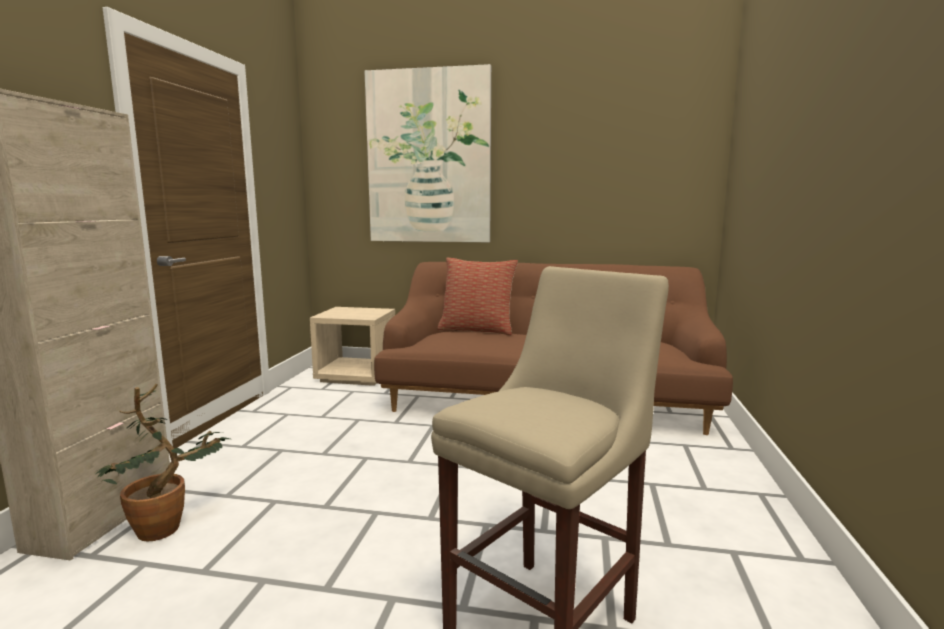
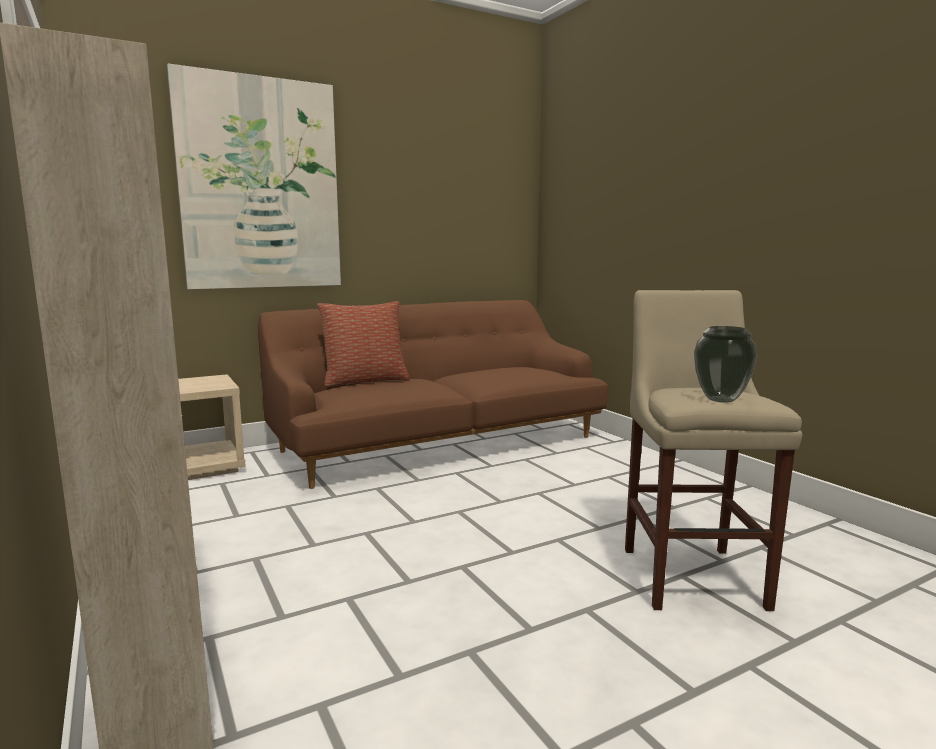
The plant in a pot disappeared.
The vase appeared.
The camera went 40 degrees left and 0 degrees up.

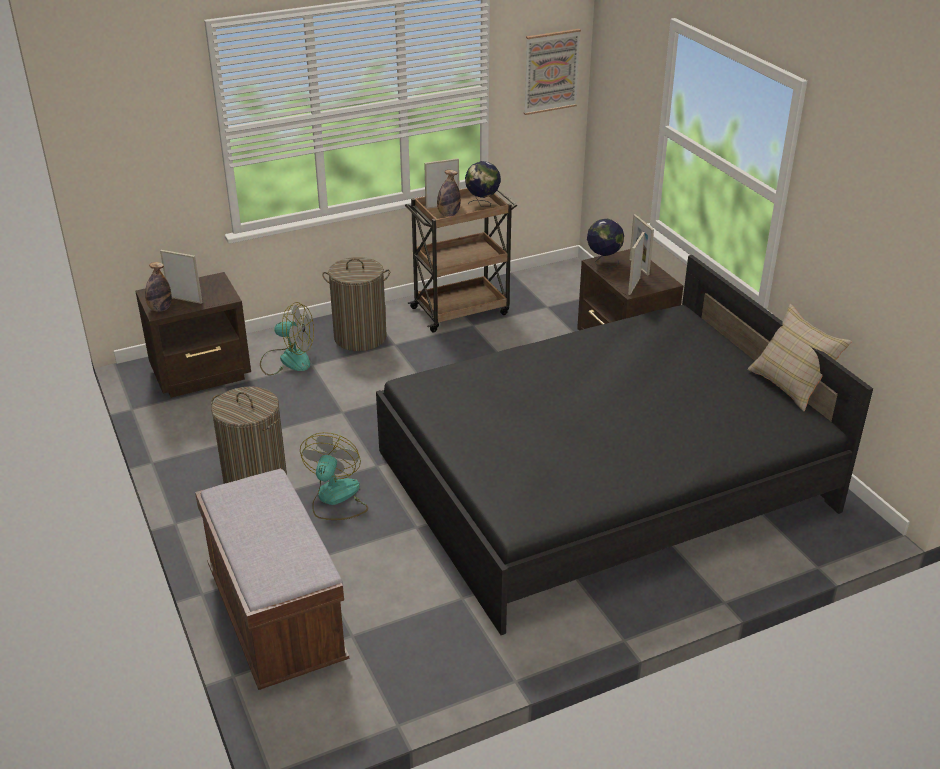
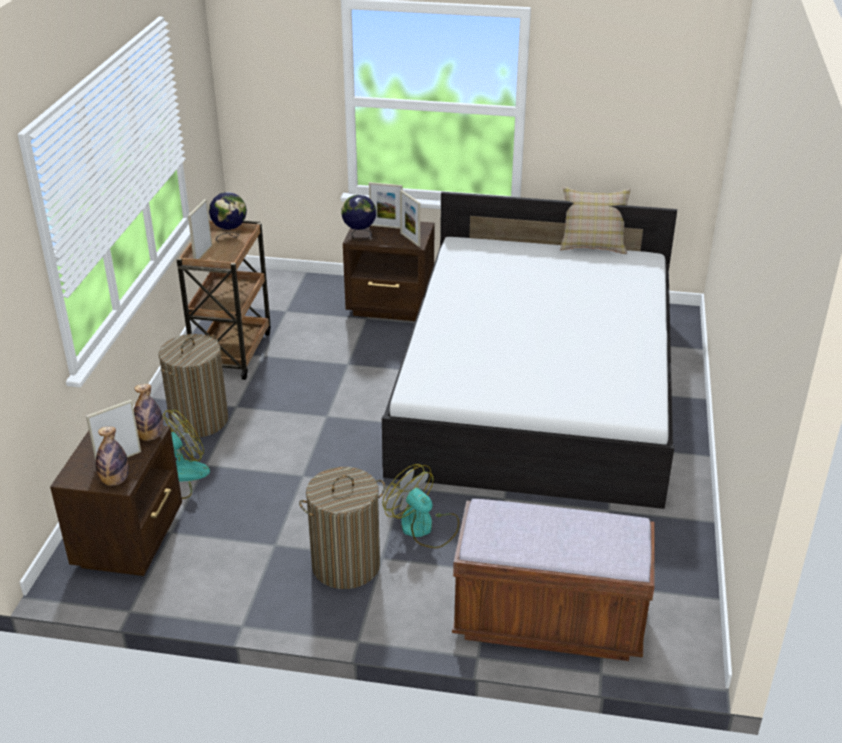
The black-coloured bedroom bed became the whitish bedroom bed.
The drink bottle (no. 2 from left) moved.
The wall art disappeared.
The camera went 55 degrees left and 0 degrees up.

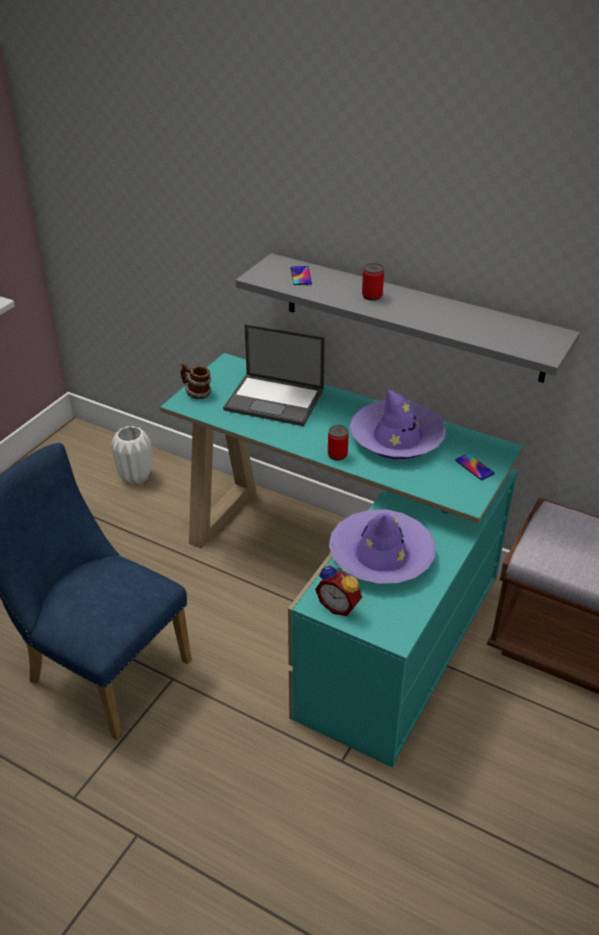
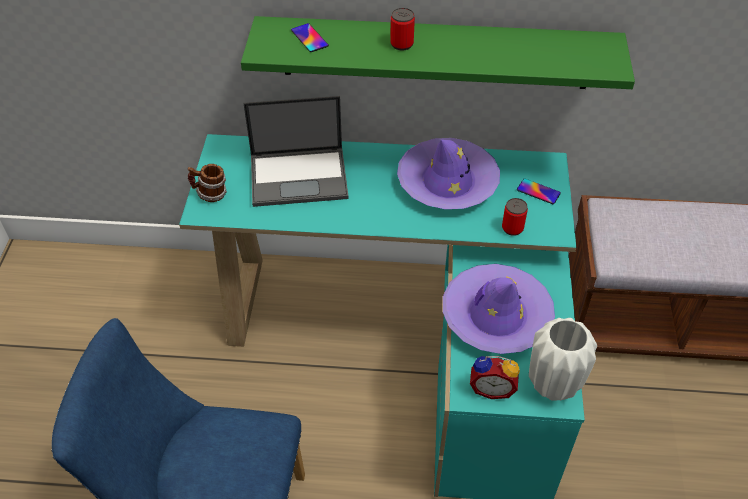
The whitish vase moved.
The greyish wall shelf became the green-coloured wall shelf.
The metal can (no. 1 from left in the first image) moved.
The camera went 25 degrees left and 10 degrees up.

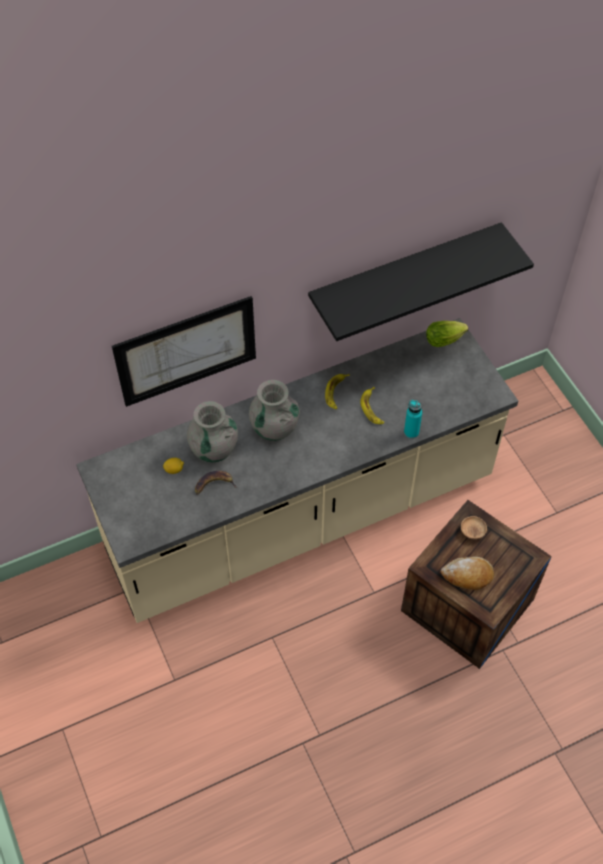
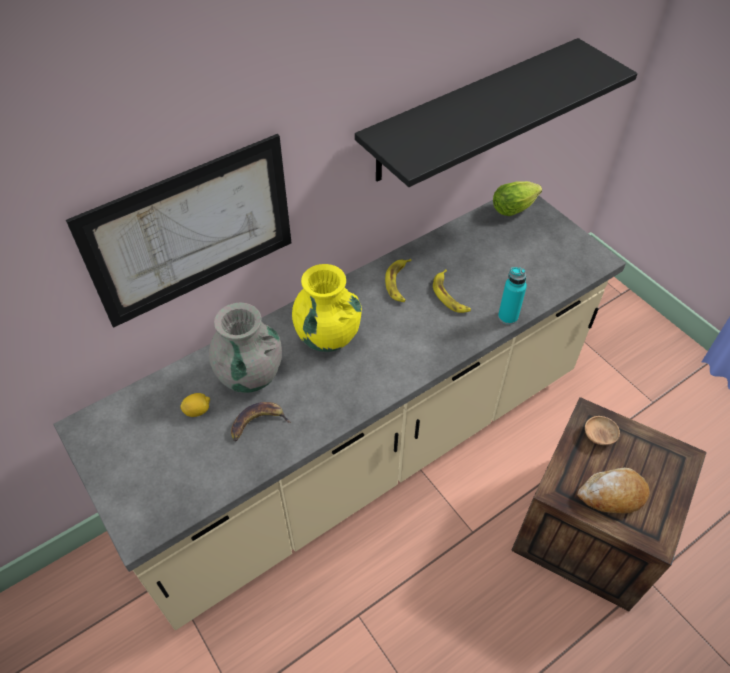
The greyish vase (no. 2 from left) became the yellowish vase.
The camera went 10 degrees left and 5 degrees down.

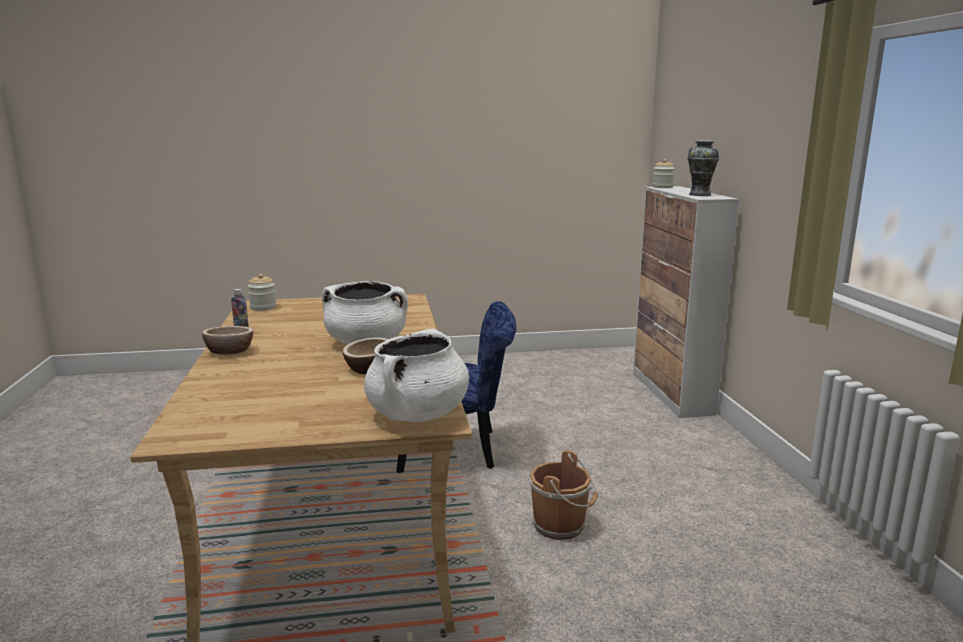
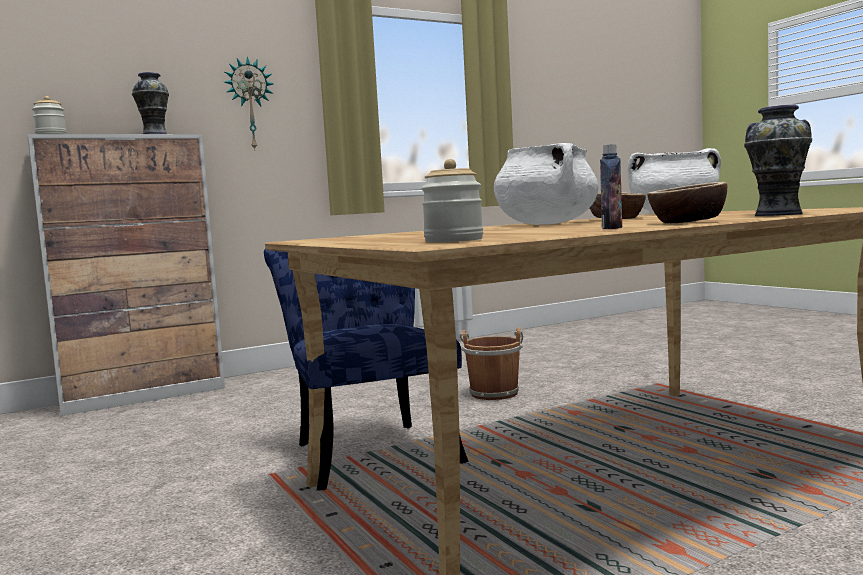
The hanging clock appeared.
The vase (no. 2 from left) appeared.
The camera went 110 degrees left and 10 degrees down.

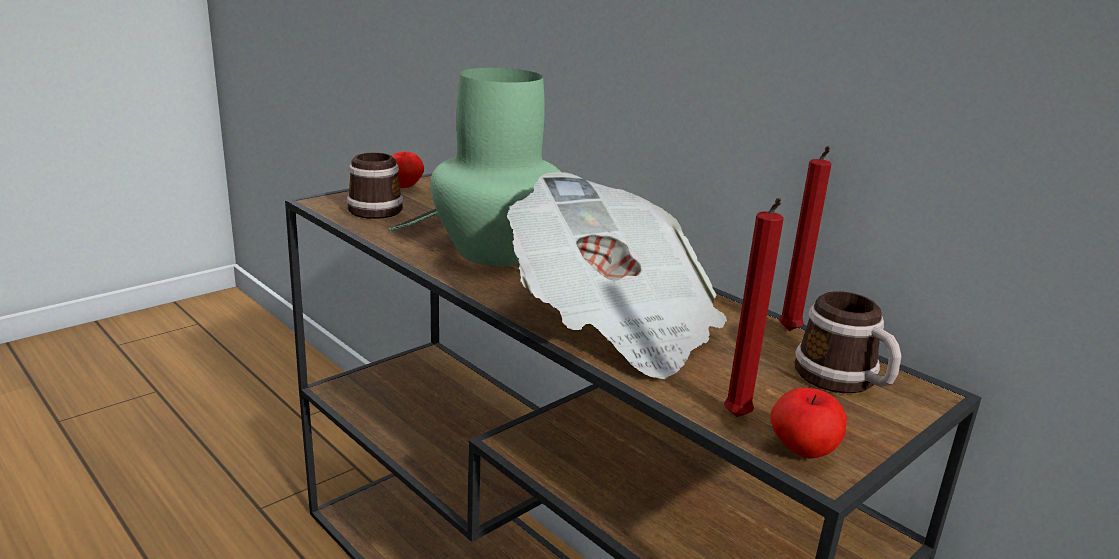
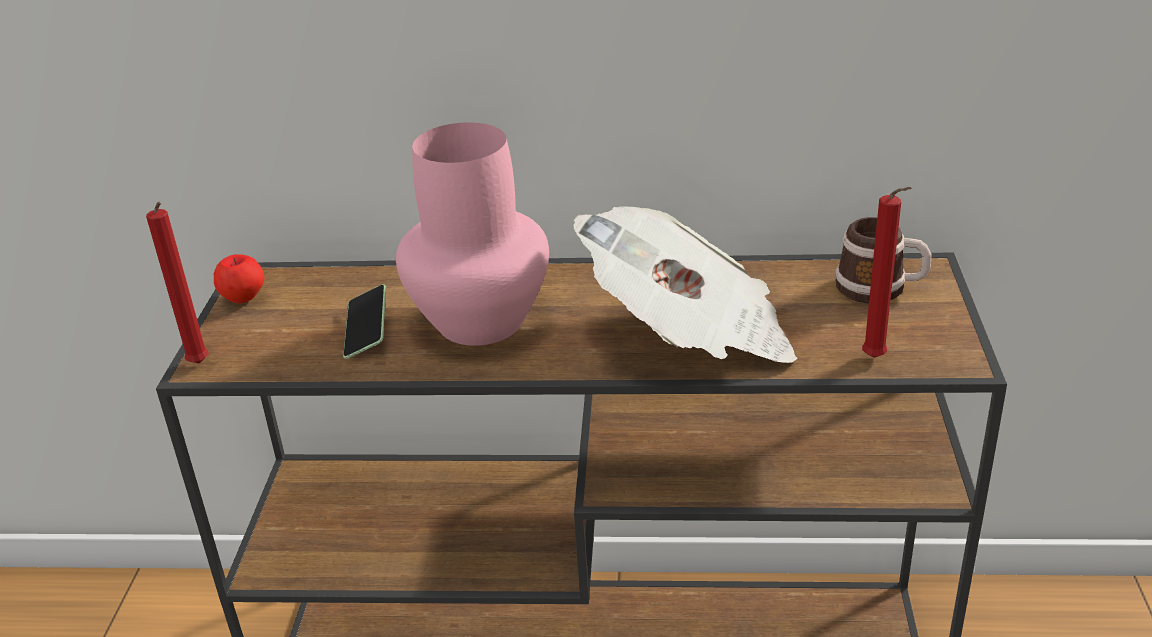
The tea mug (no. 1 from left) disappeared.
The green-coloured vase became the pink-coloured vase.
The apple fruit (no. 2 from left) disappeared.
The red-coloured wax light (no. 2 from left in the first image) moved.
The camera went 40 degrees left and 10 degrees up.

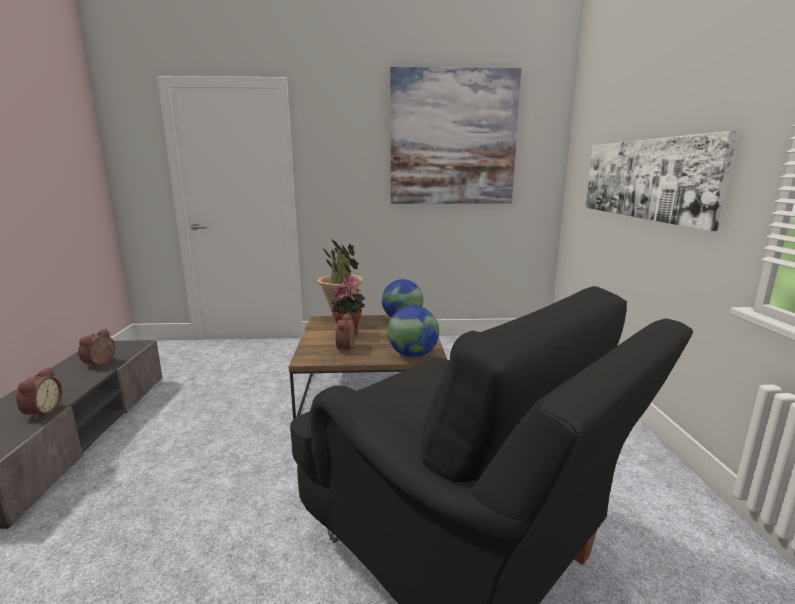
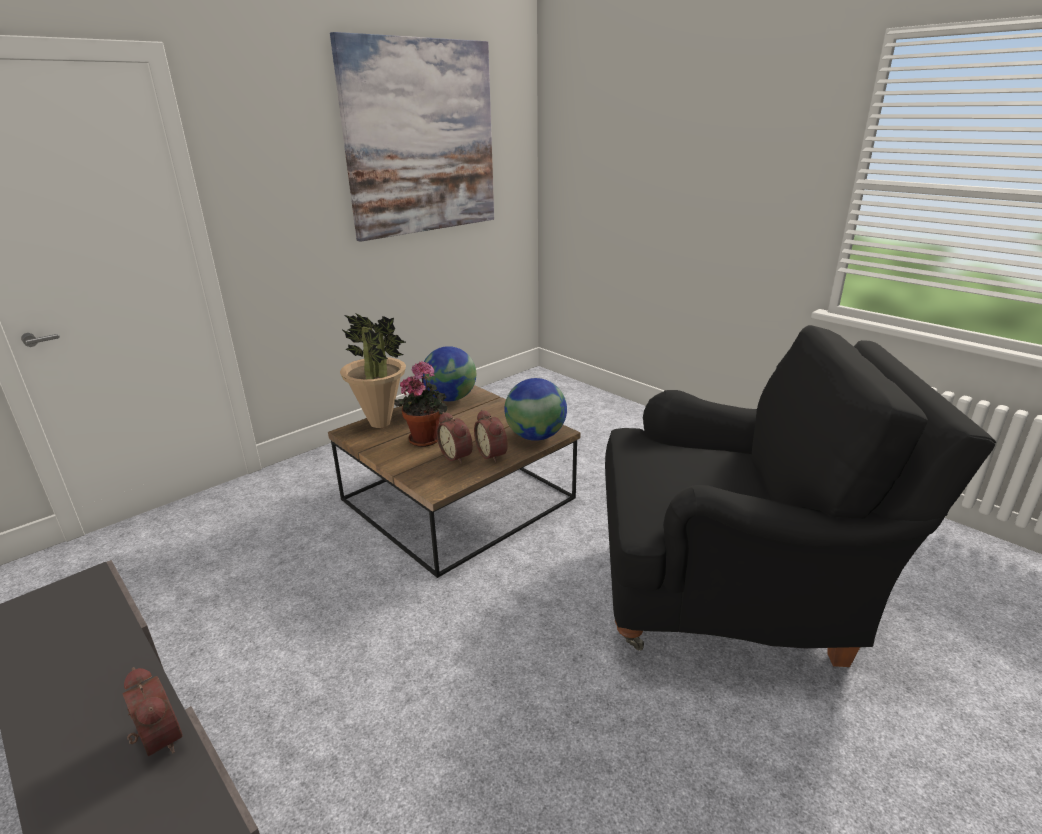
The bedside clock (no. 2 from left in the first image) moved.
The wall art (no. 2 from left) disappeared.
The camera went 40 degrees left and 10 degrees up.

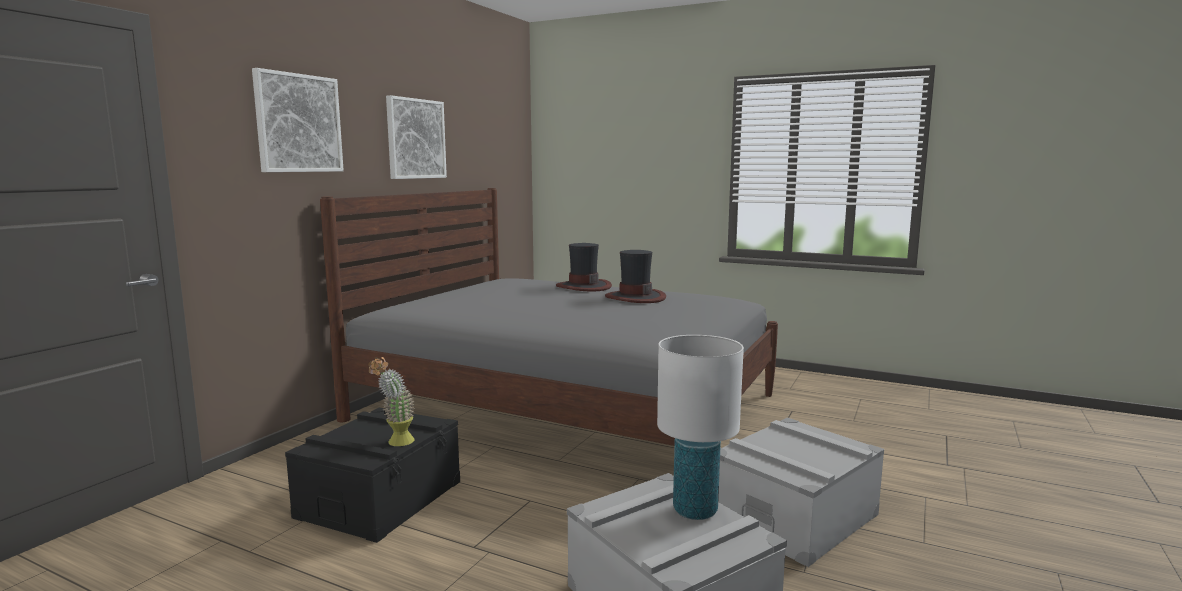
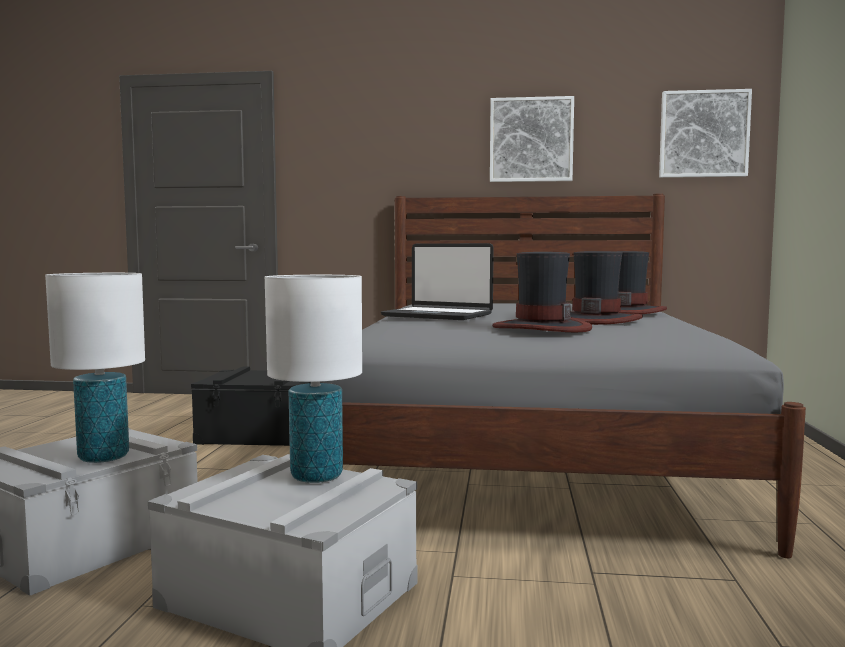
The wall art (no. 1 from left in the first image) moved.
The plant in a pot disappeared.
The whitish tabletop lamp (no. 2 from left) appeared.
The laptop appeared.
The clothing hat (no. 1 from left) appeared.
The camera went 70 degrees right and 5 degrees down.

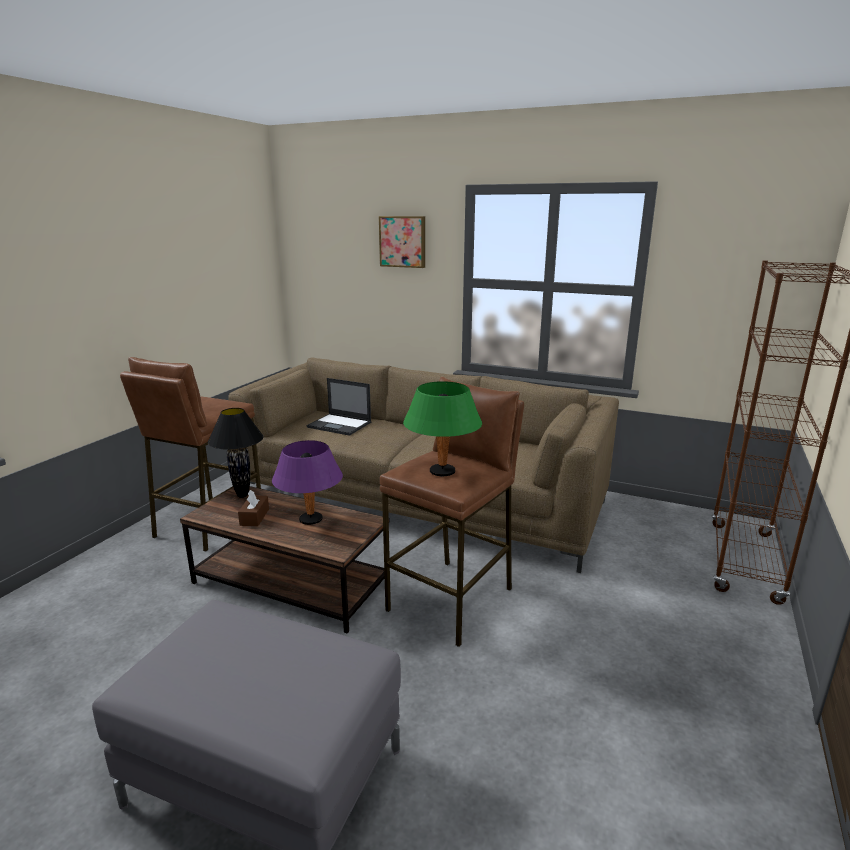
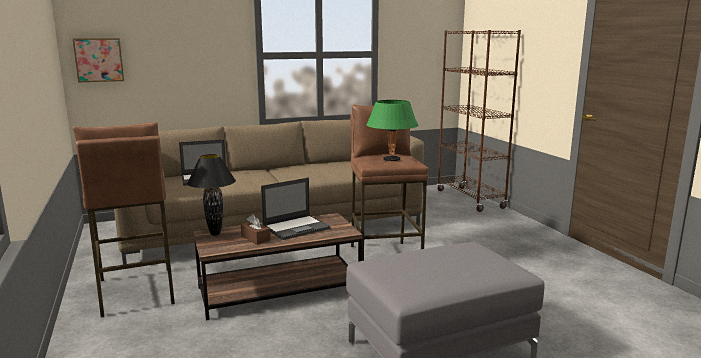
The purplish tabletop lamp was replaced by the laptop (no. 2 from left).
The wall art moved.
The camera went 45 degrees left and 5 degrees down.

